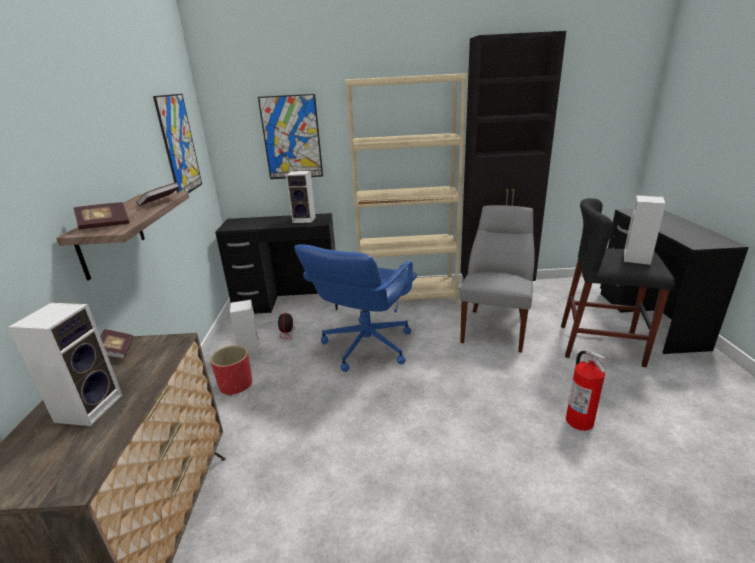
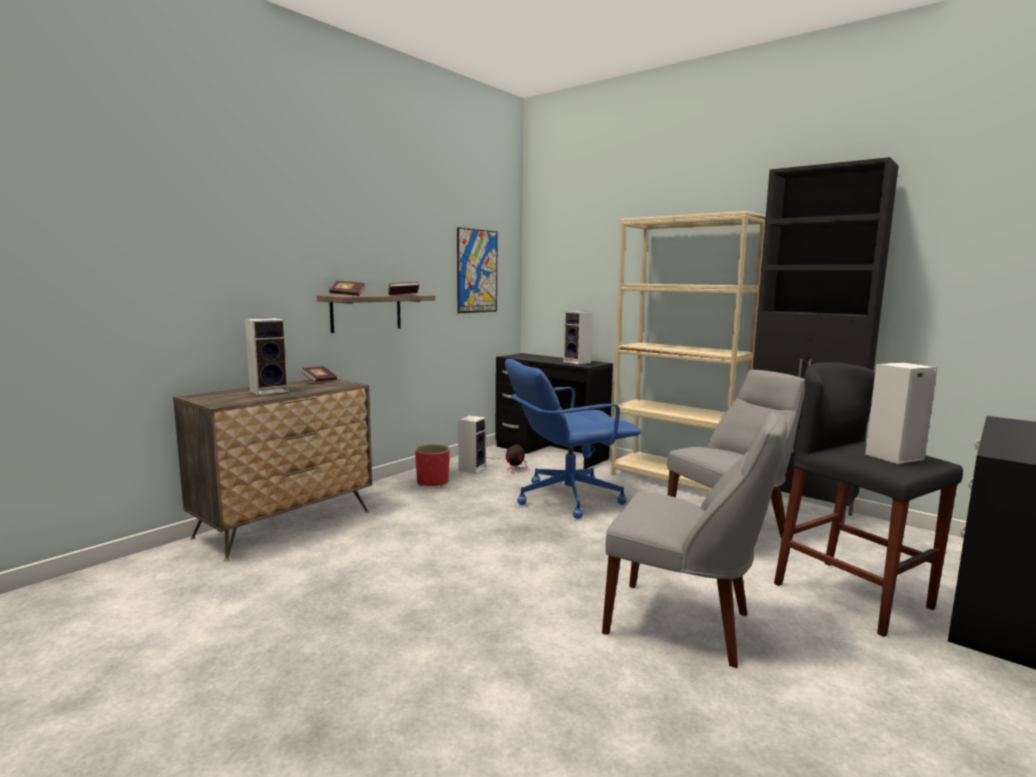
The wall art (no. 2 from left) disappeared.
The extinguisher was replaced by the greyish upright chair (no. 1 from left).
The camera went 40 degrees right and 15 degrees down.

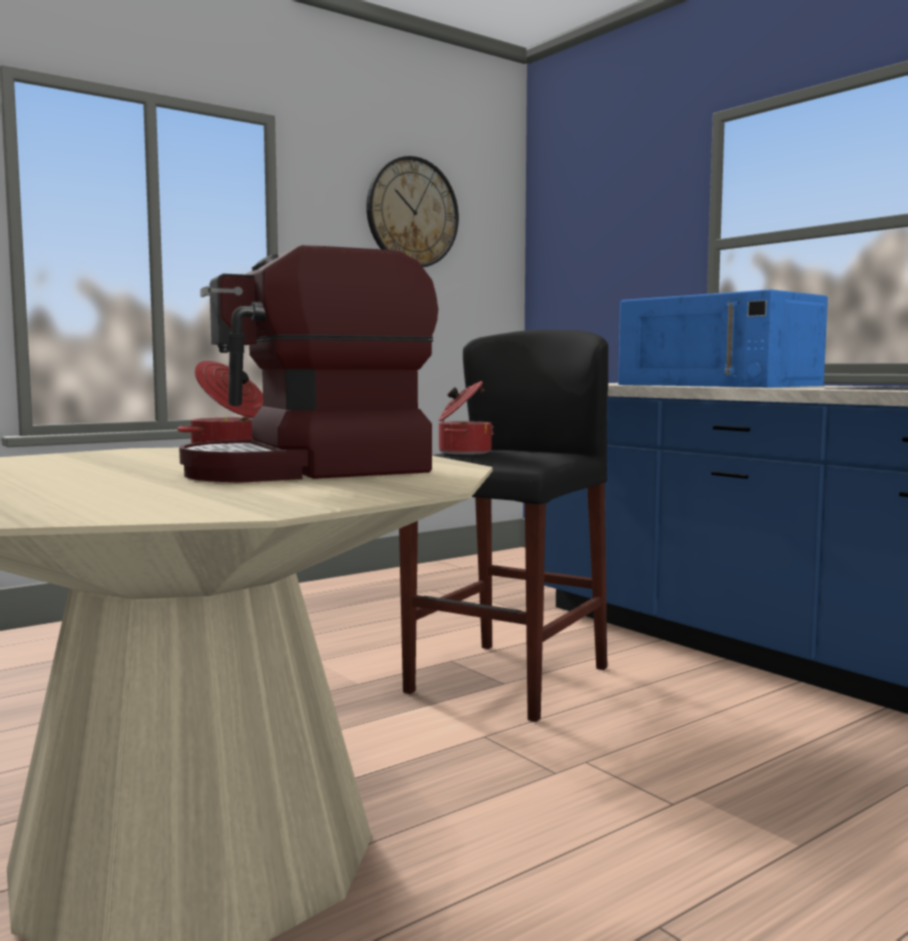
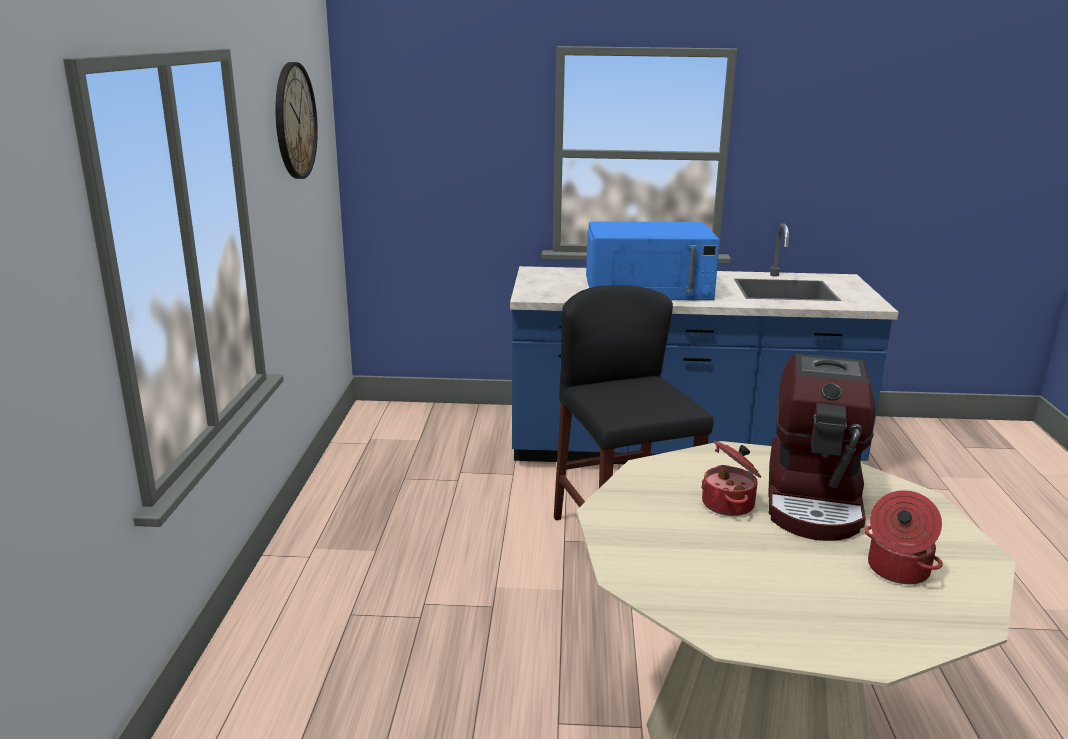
The stockpot (no. 2 from left) moved.
The camera went 50 degrees left and 15 degrees up.

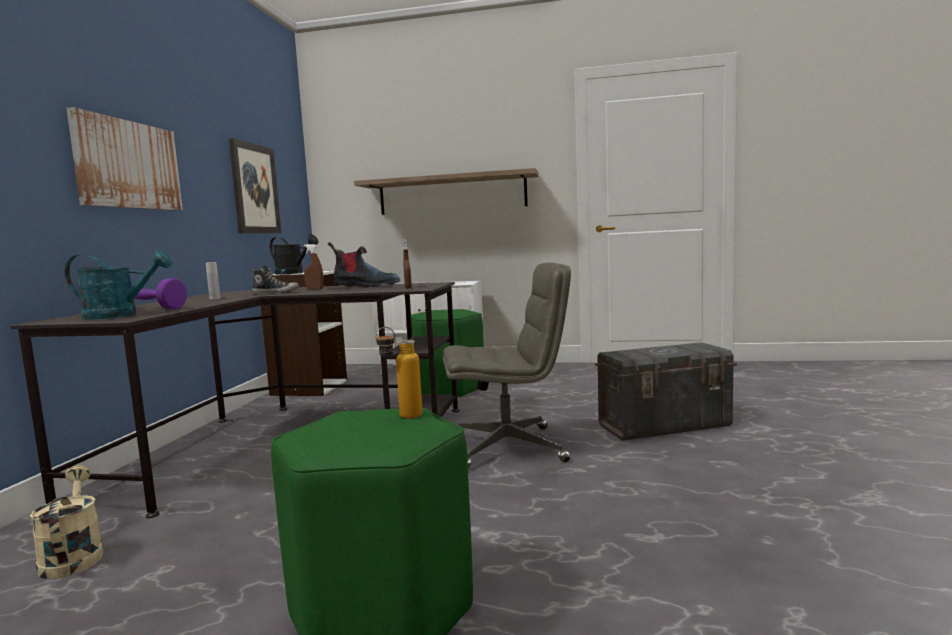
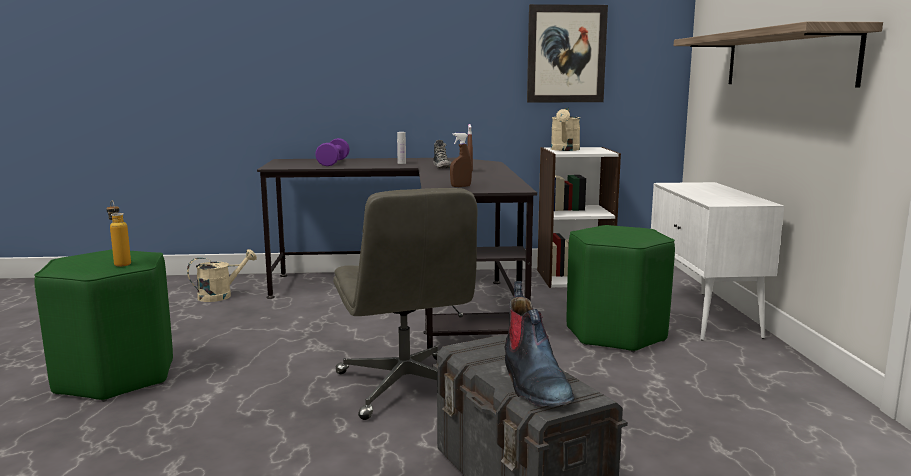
The blue-green watering can disappeared.
The wall art (no. 1 from left) disappeared.
The black-coloured watering can became the sand-coloured watering can (no. 2 from left).
The high-top boot moved.
The camera went 75 degrees right and 5 degrees up.

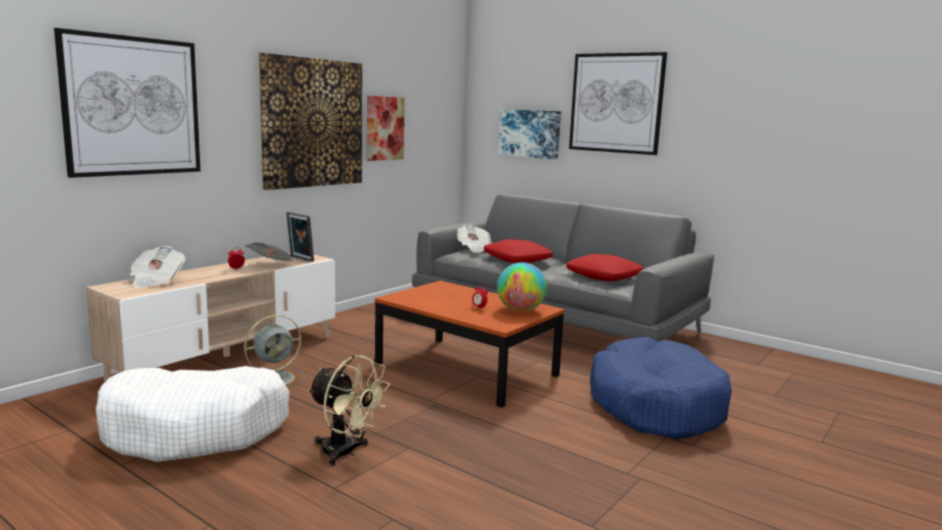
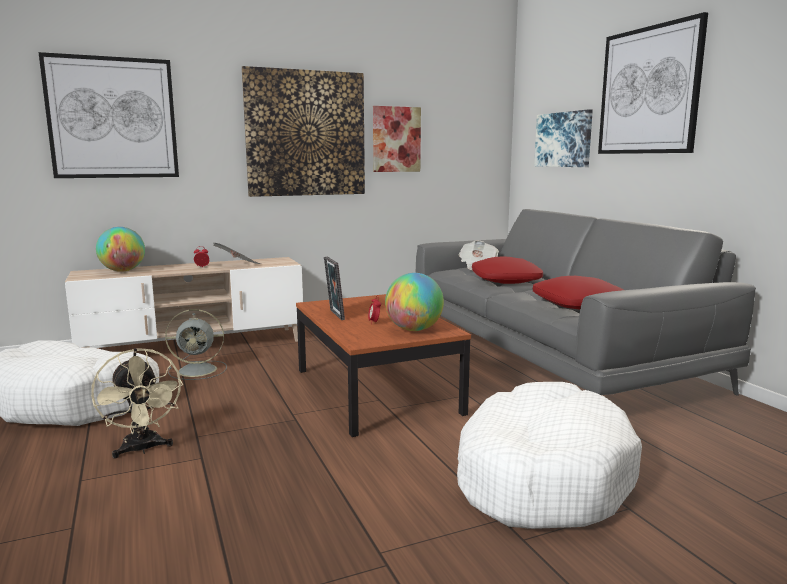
The daily paper (no. 1 from left) was replaced by the desk globe (no. 1 from left).
The standing frame moved.
The blue dog bed became the whitish dog bed (no. 2 from left).
The camera went 30 degrees right and 0 degrees up.

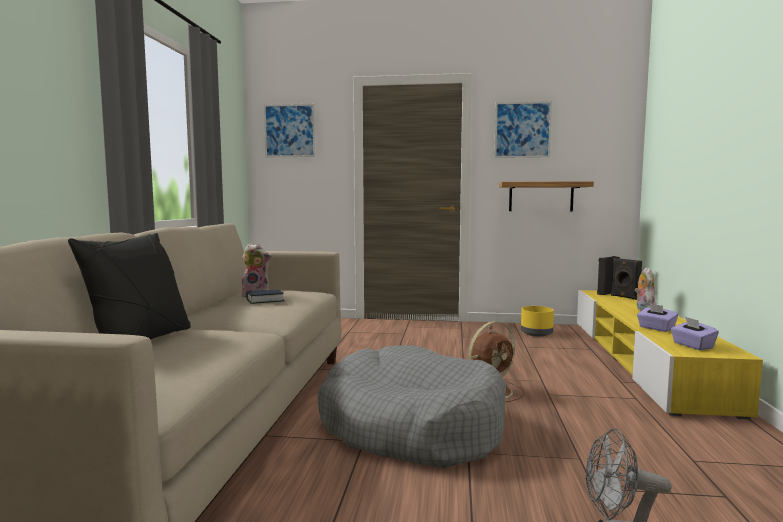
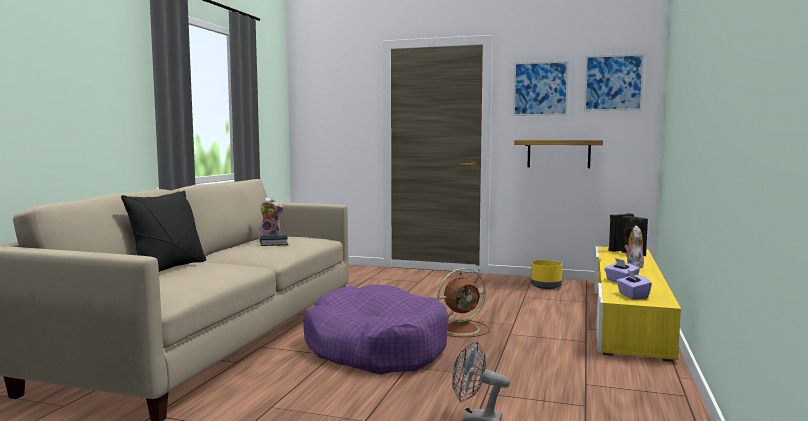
The wall art (no. 1 from left in the first image) moved.
The greyish dog bed became the purplish dog bed.
The camera went 10 degrees right and 0 degrees up.

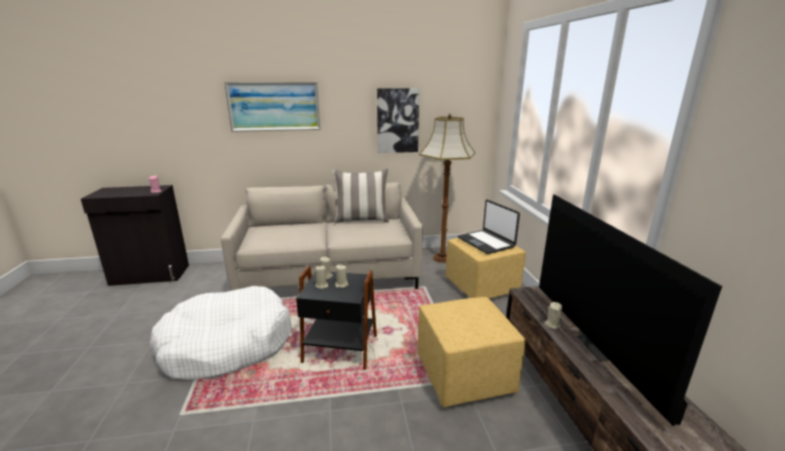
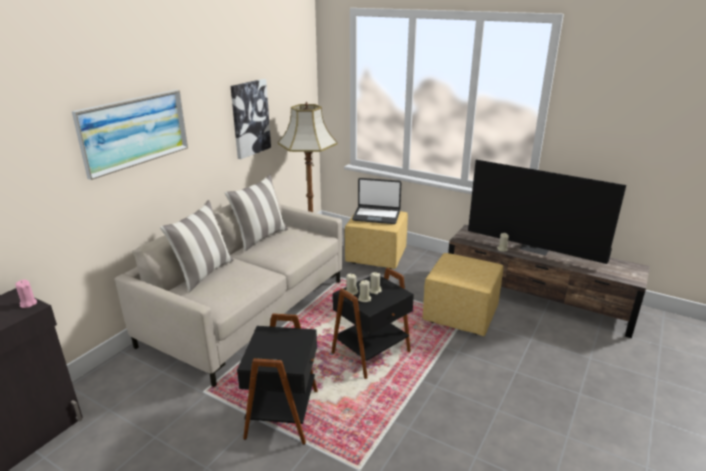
The whitish dog bed was replaced by the black-coloured side table (no. 1 from left).
The pillow (no. 1 from left) appeared.
The camera went 50 degrees left and 5 degrees up.

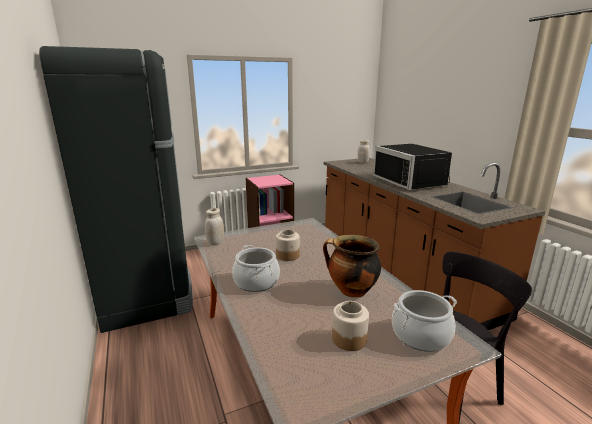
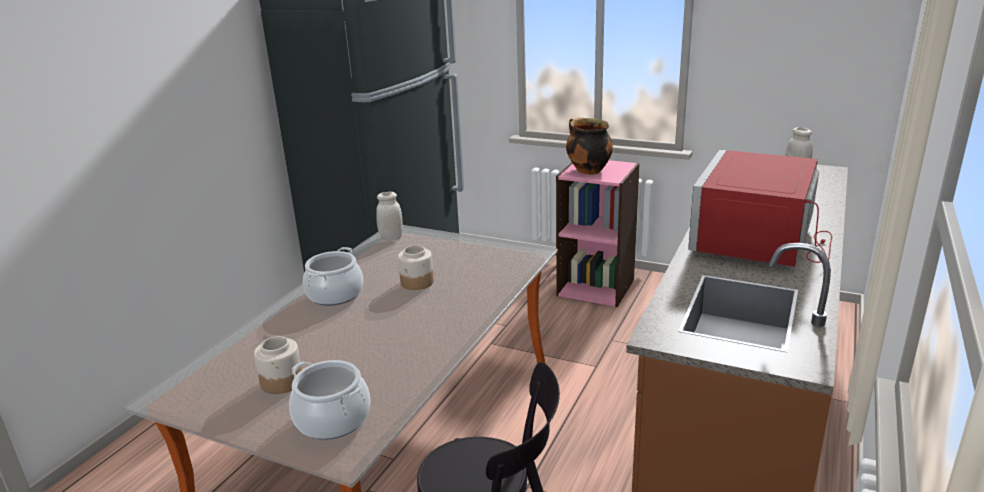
The stockpot (no. 2 from left in the first image) moved.
The black-coloured kitchen microwave became the red-coloured kitchen microwave.
The camera went 50 degrees right and 5 degrees up.

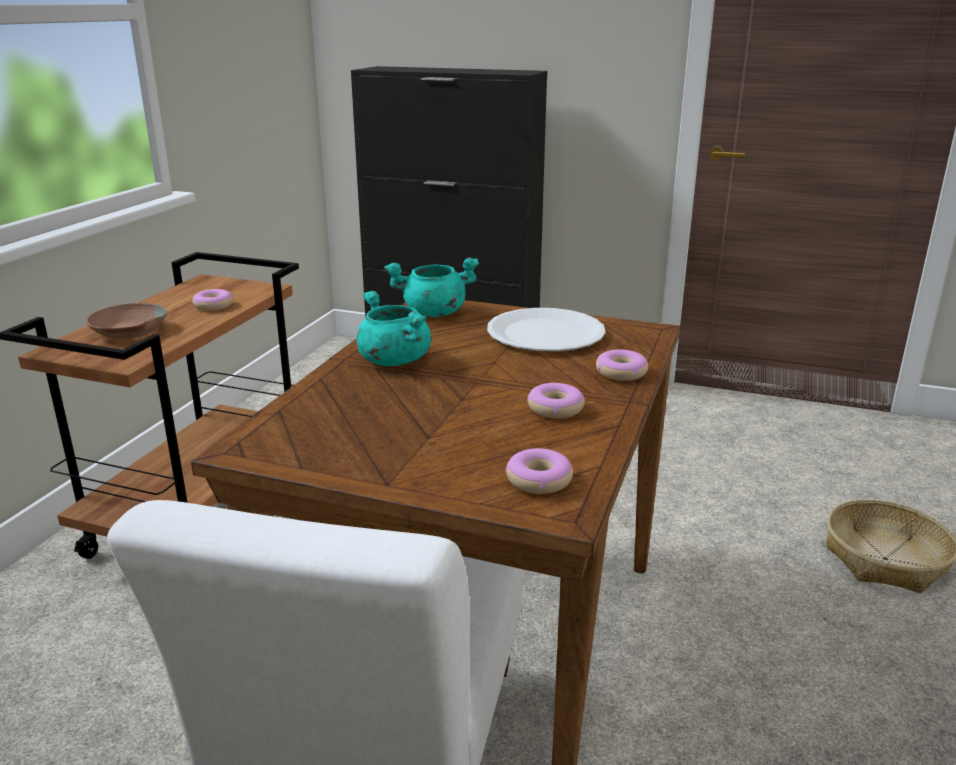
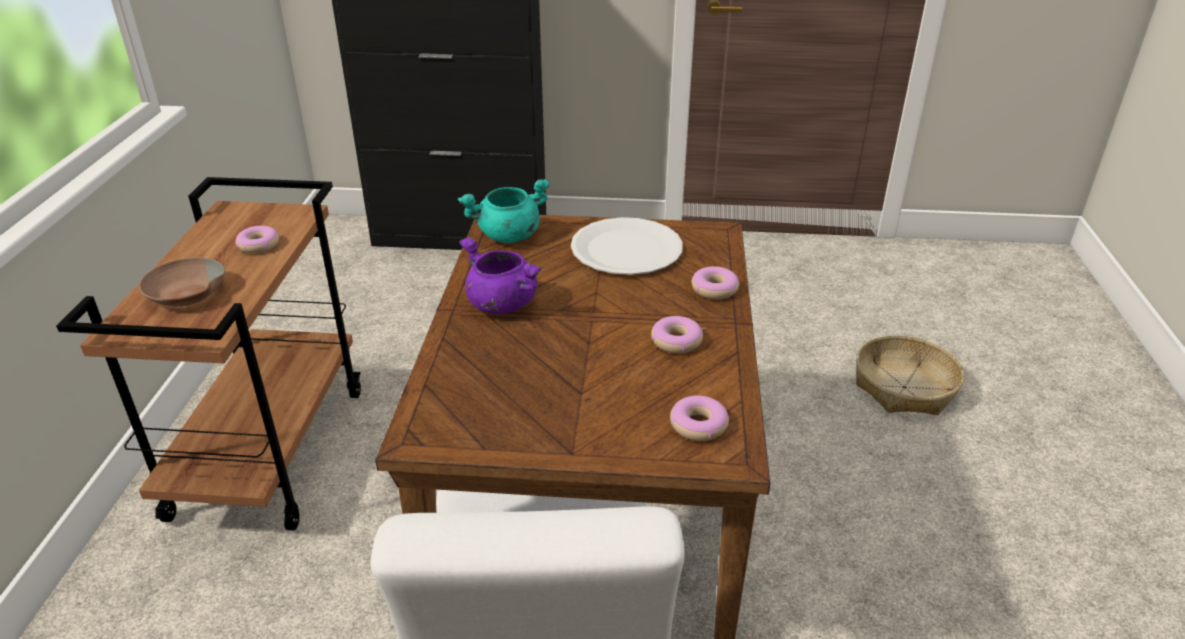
The blue-green stockpot (no. 1 from left) became the purplish stockpot.
The camera went 15 degrees left and 10 degrees up.

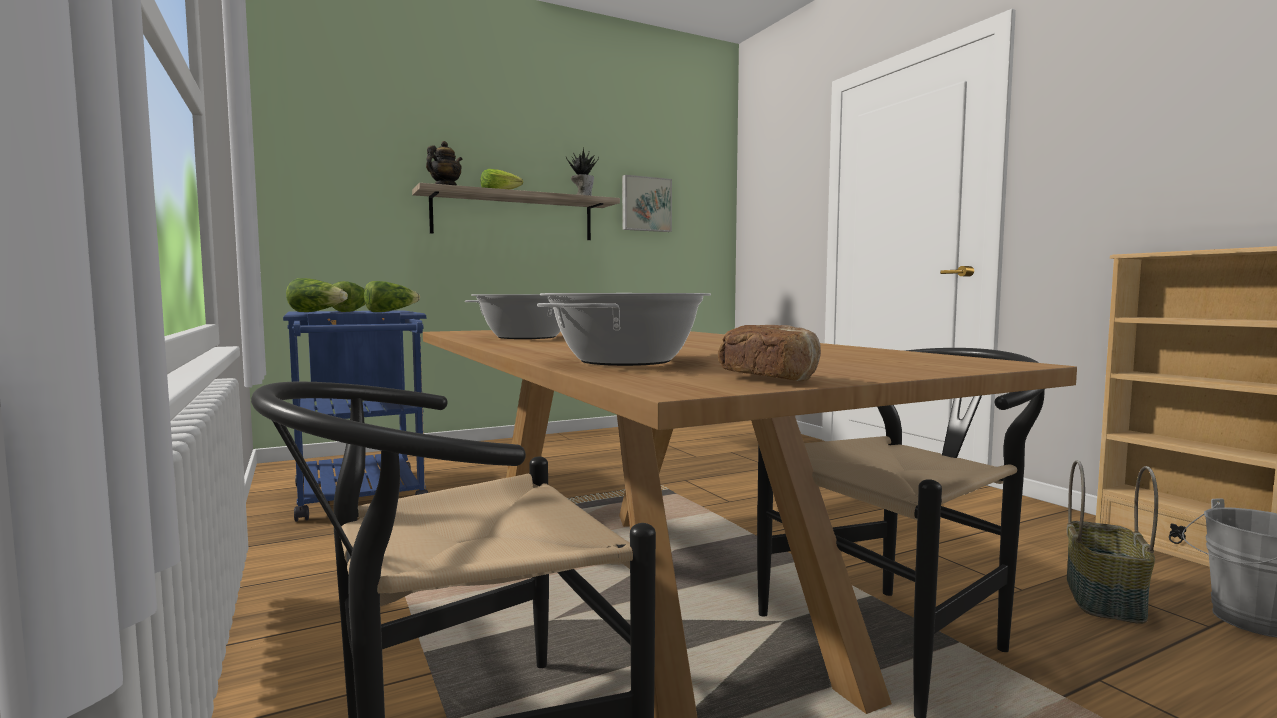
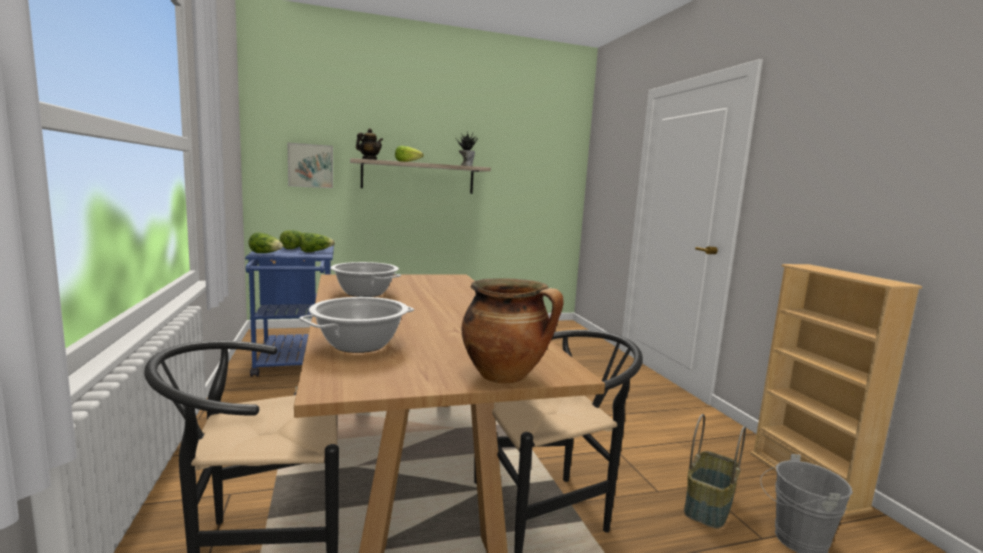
The wall art moved.
The baked bread disappeared.
The stockpot (no. 3 from left) appeared.
The camera went 10 degrees right and 5 degrees up.

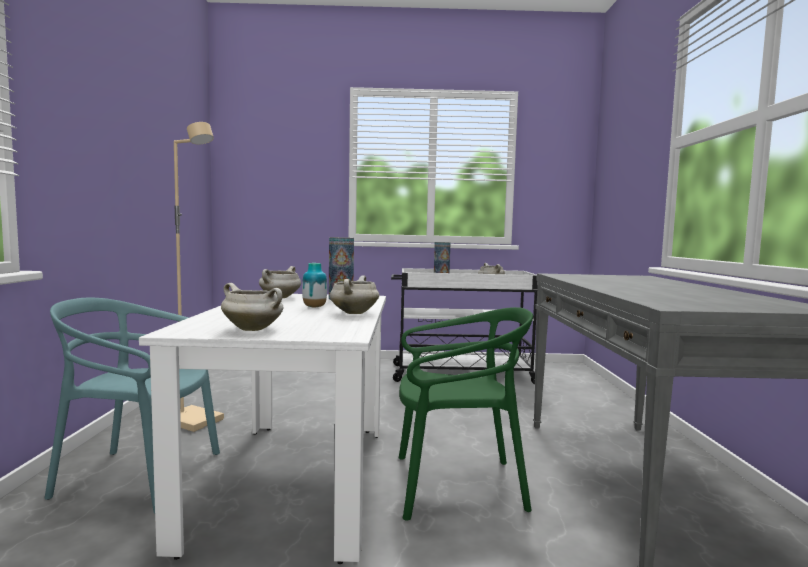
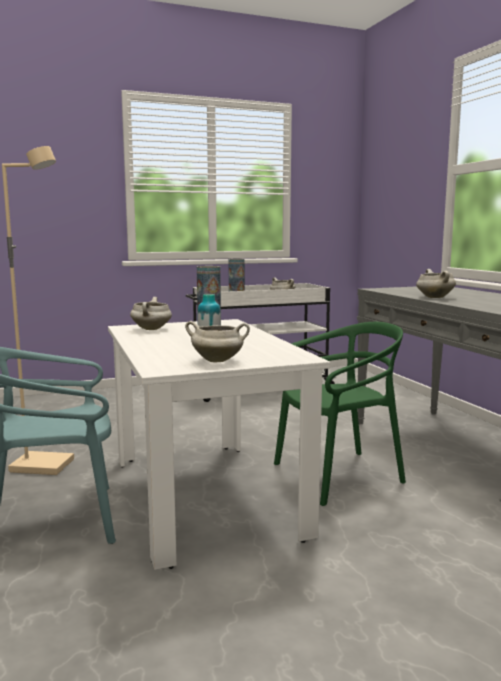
The whitish stockpot (no. 3 from left in the first image) moved.
The camera went 20 degrees left and 5 degrees up.

